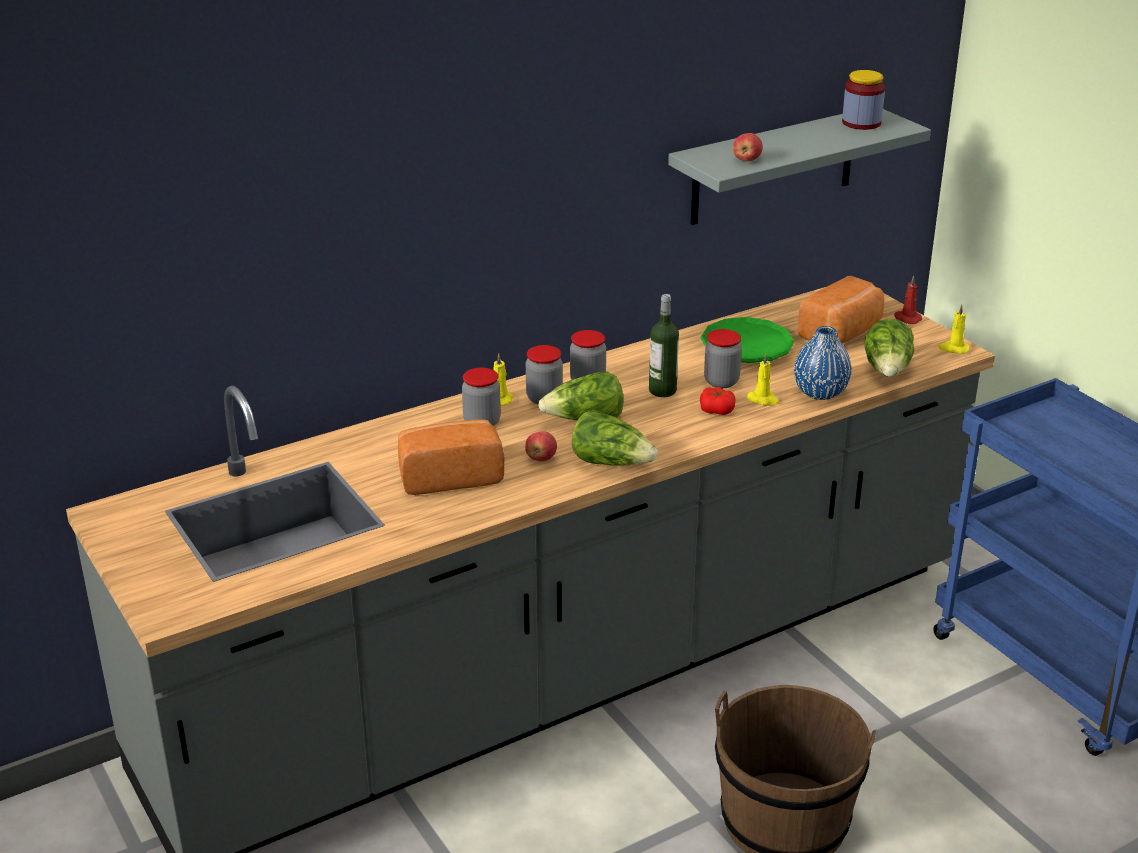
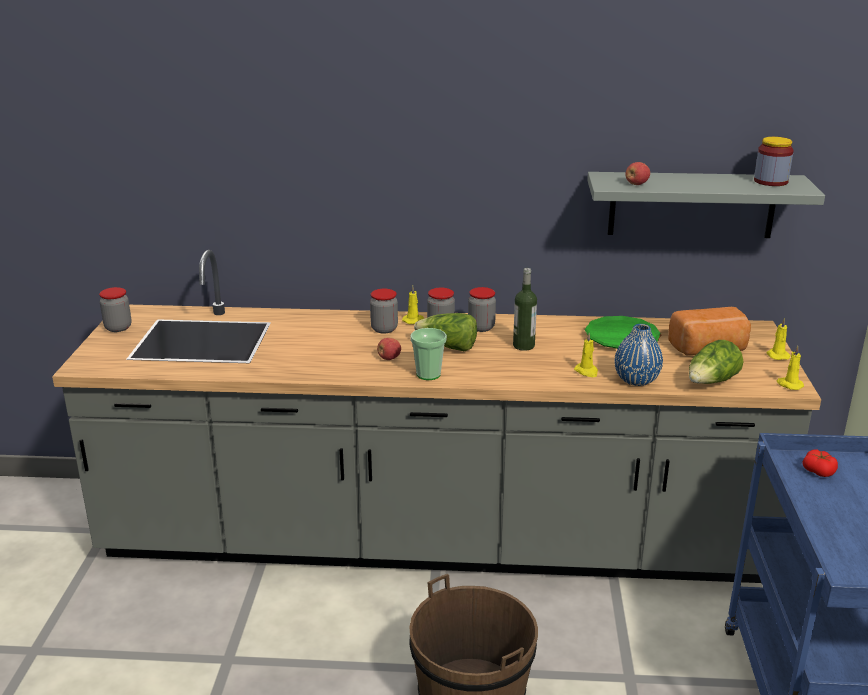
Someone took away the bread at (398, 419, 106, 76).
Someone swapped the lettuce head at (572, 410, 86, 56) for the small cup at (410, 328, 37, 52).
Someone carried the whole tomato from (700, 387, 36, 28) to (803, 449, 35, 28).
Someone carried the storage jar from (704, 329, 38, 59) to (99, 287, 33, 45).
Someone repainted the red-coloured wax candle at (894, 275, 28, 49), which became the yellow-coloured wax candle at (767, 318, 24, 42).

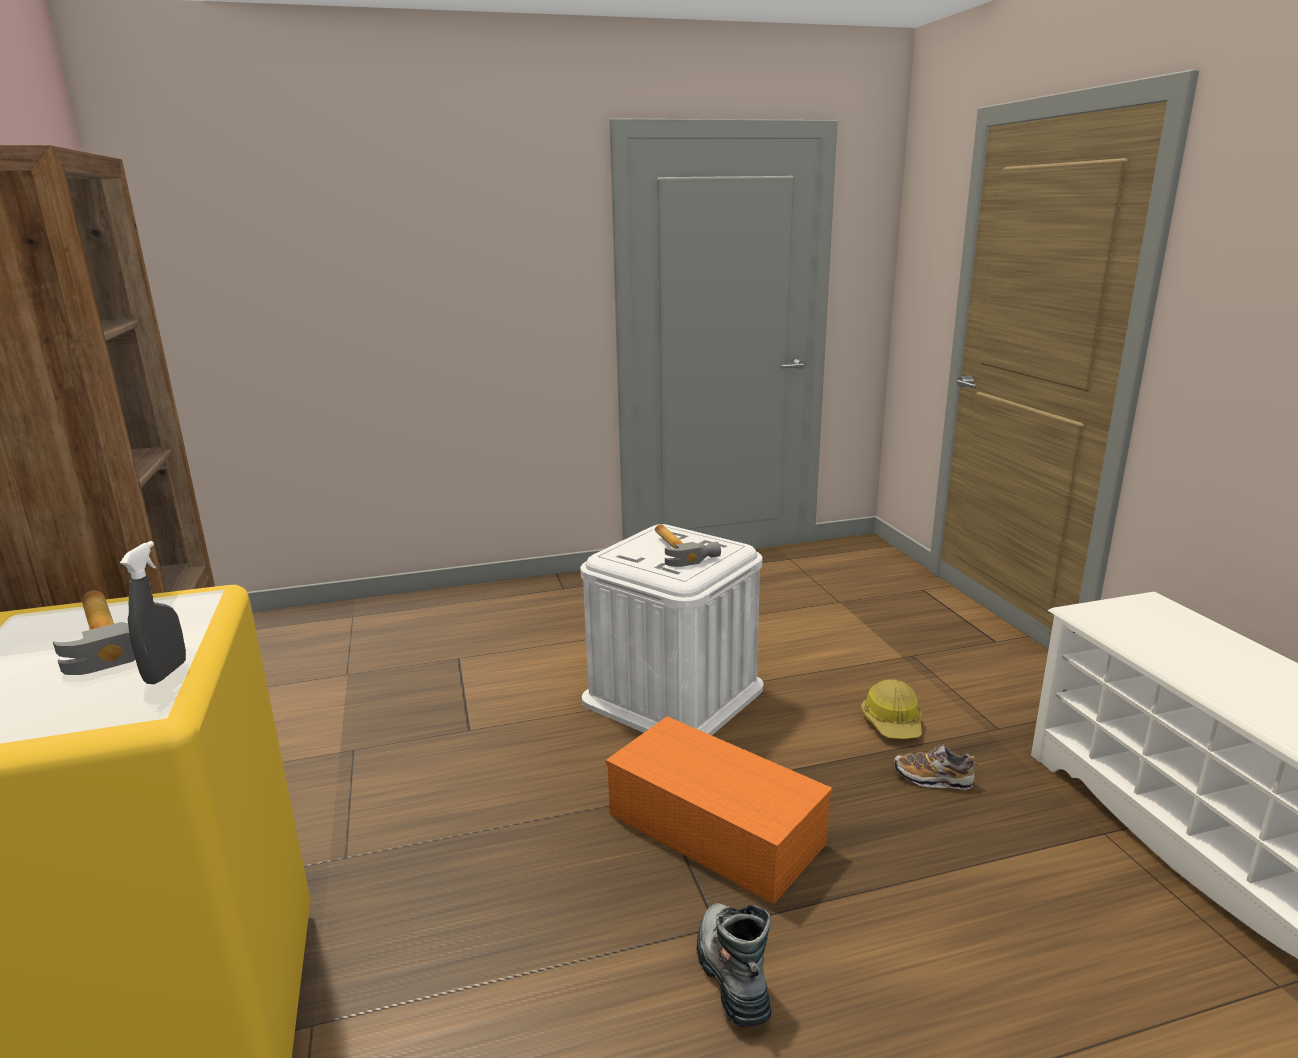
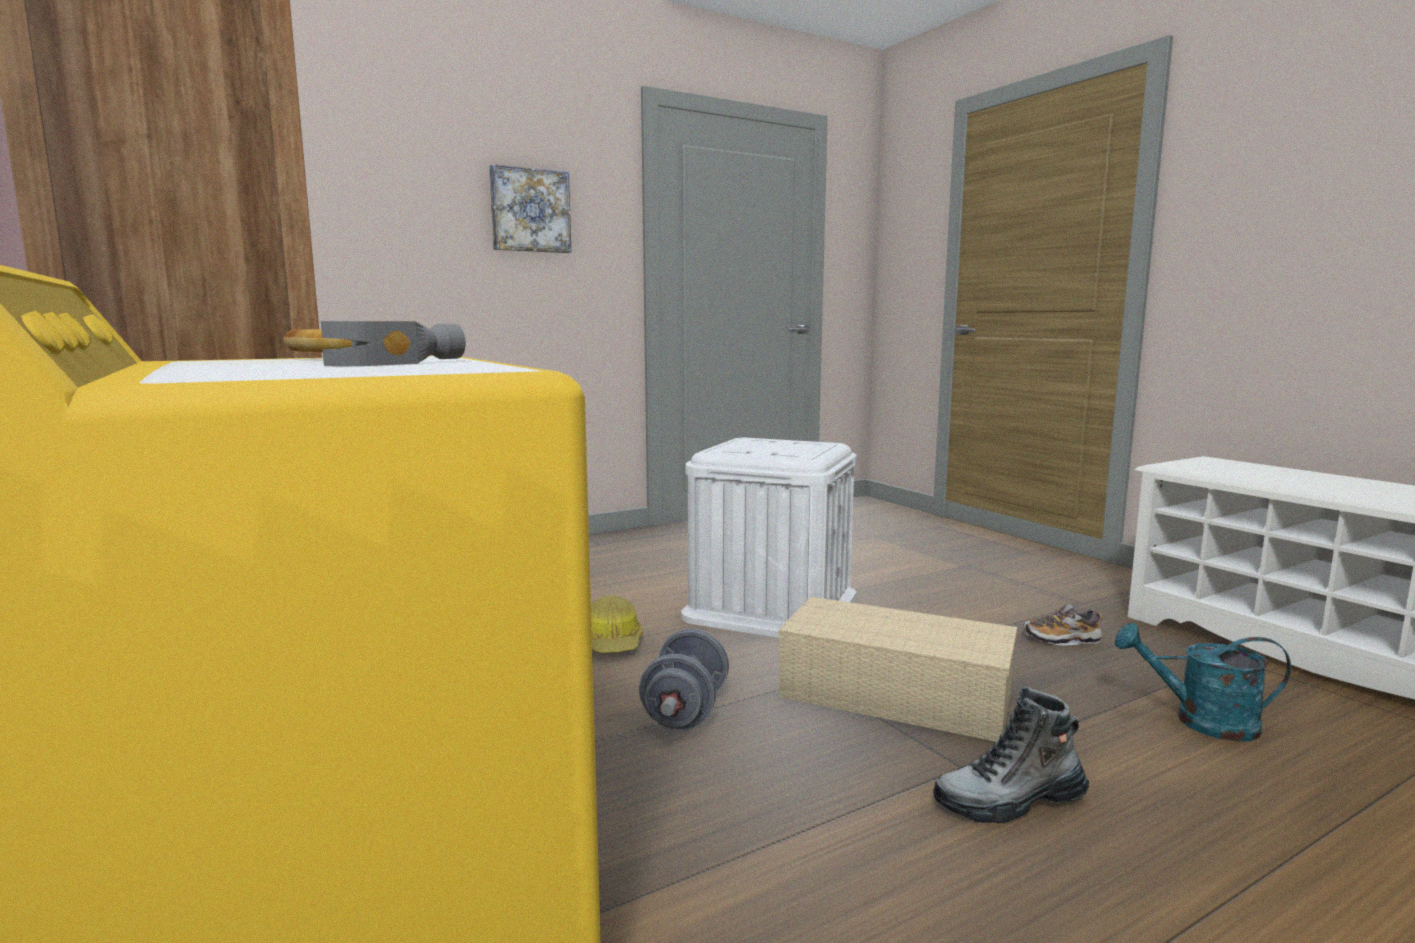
Someone took away the greyish sprayer at (120, 541, 66, 143).
Someone repainted the orangey storage bin at (606, 716, 226, 188), which became the sand-coloured storage bin at (778, 597, 239, 145).
Someone took away the hand hammer at (655, 524, 66, 43).
Someone rotated the tall boot at (697, 903, 74, 124) by 75 degrees counterclockwise.
Someone carried the work helmet from (861, 679, 61, 60) to (591, 595, 51, 58).
Someone put up the picture at (489, 164, 82, 89).
Someone put down the greyish free weight at (639, 629, 90, 101).
Someone put down the blue-green watering can at (1115, 623, 176, 119).

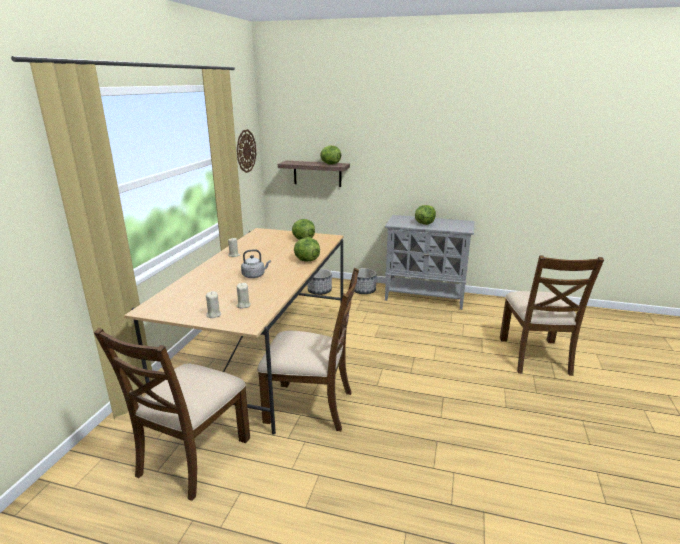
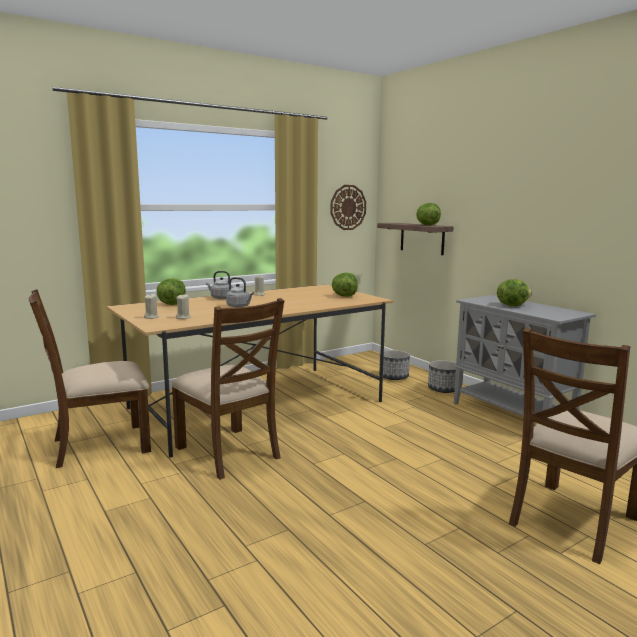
Someone carried the lettuce head from (294, 237, 26, 25) to (156, 278, 30, 27).
Someone put down the greyish kettle at (206, 271, 27, 28).

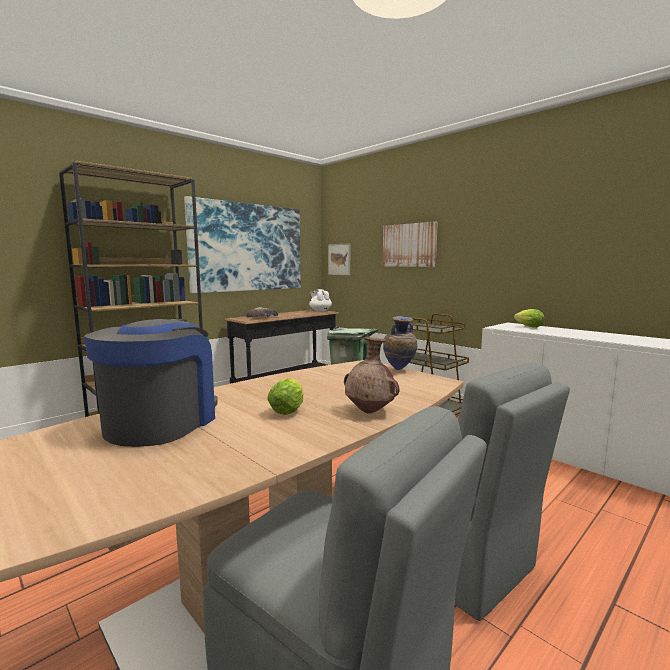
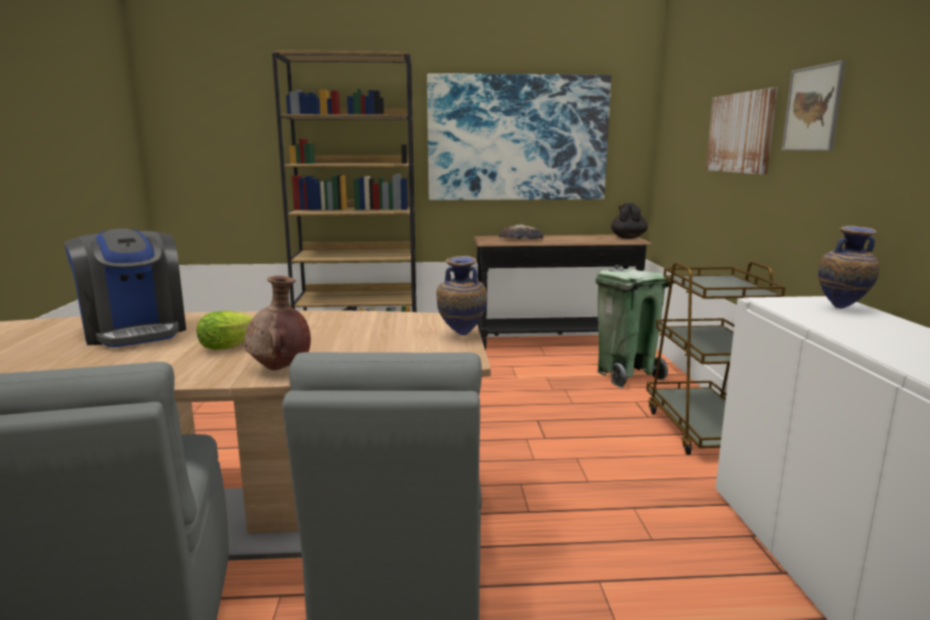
Someone rotated the coffee machine at (84, 319, 134, 128) by 90 degrees clockwise.
Someone repainted the whitish tea pot at (309, 289, 23, 23), which became the black tea pot at (611, 203, 37, 36).
Someone carried the picture from (328, 243, 22, 32) to (782, 60, 64, 91).
Someone swapped the lettuce head at (514, 309, 31, 19) for the vase at (818, 226, 62, 83).

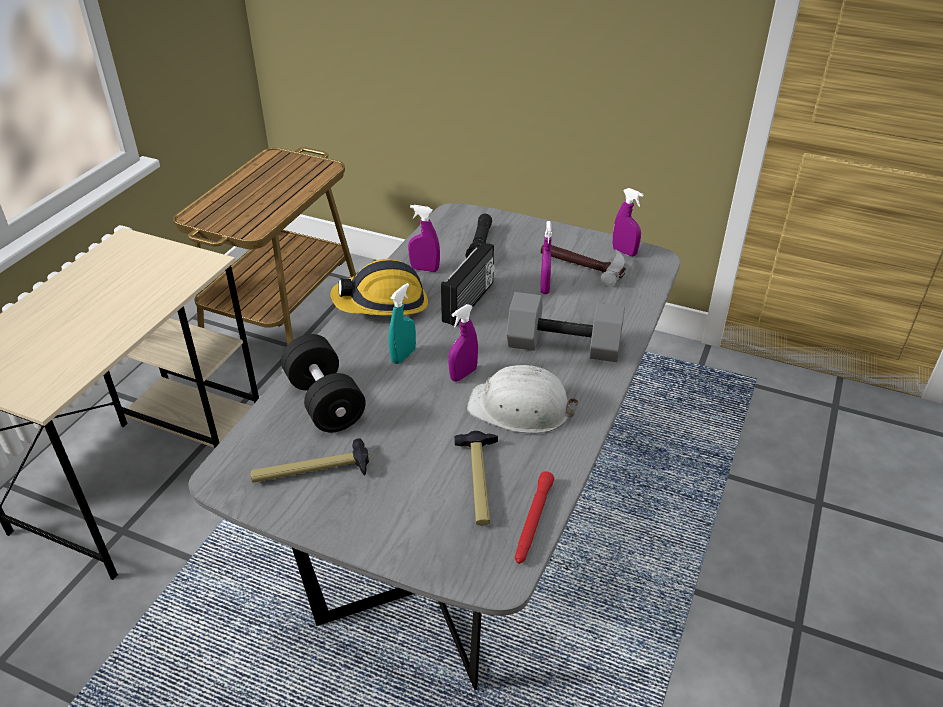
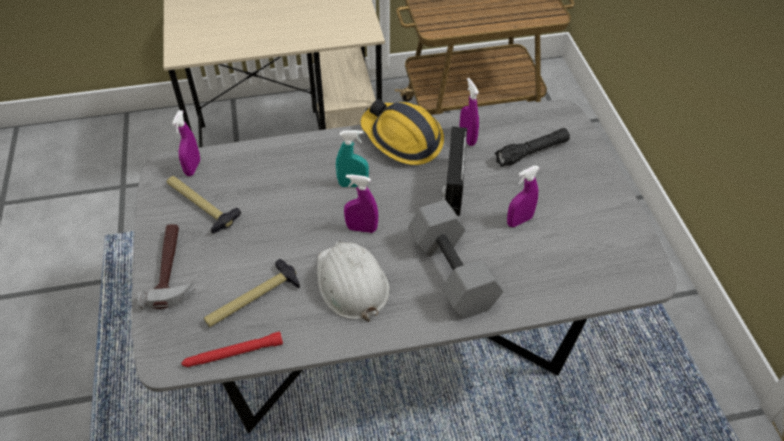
Someone took away the black free weight at (281, 334, 85, 98).
Someone rotated the radio set at (441, 241, 54, 86) by 105 degrees clockwise.
Someone carried the hand hammer from (540, 244, 86, 43) to (138, 224, 58, 85).
Someone carried the purple sprayer from (613, 188, 31, 68) to (172, 110, 28, 66).

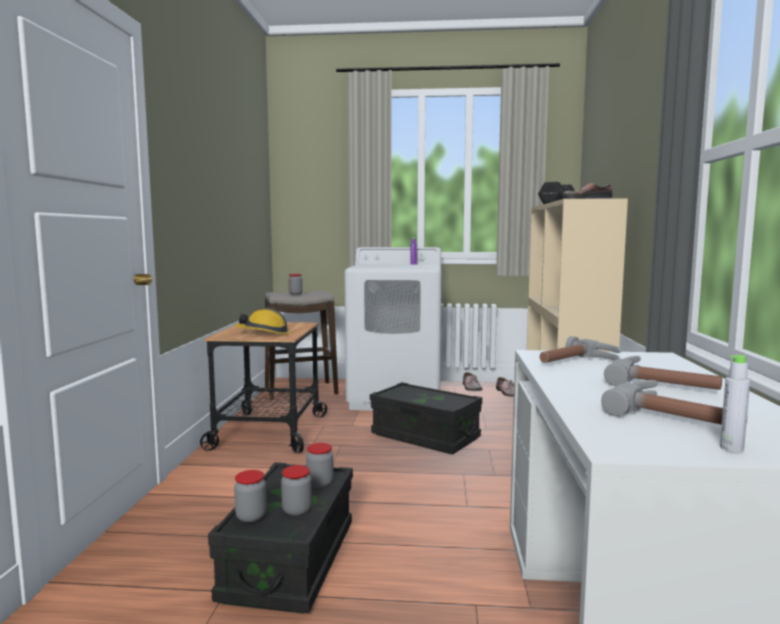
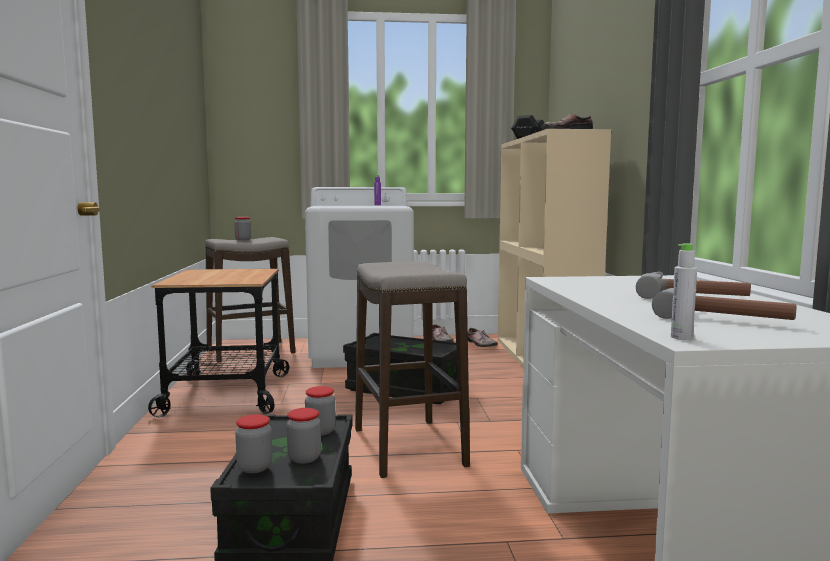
Someone took away the work helmet at (234, 308, 56, 27).
Someone took away the hand hammer at (540, 336, 81, 27).
Someone carried the greyish beverage bottle from (720, 355, 30, 97) to (671, 243, 26, 97).
Someone put down the sitting stool at (355, 261, 115, 217).

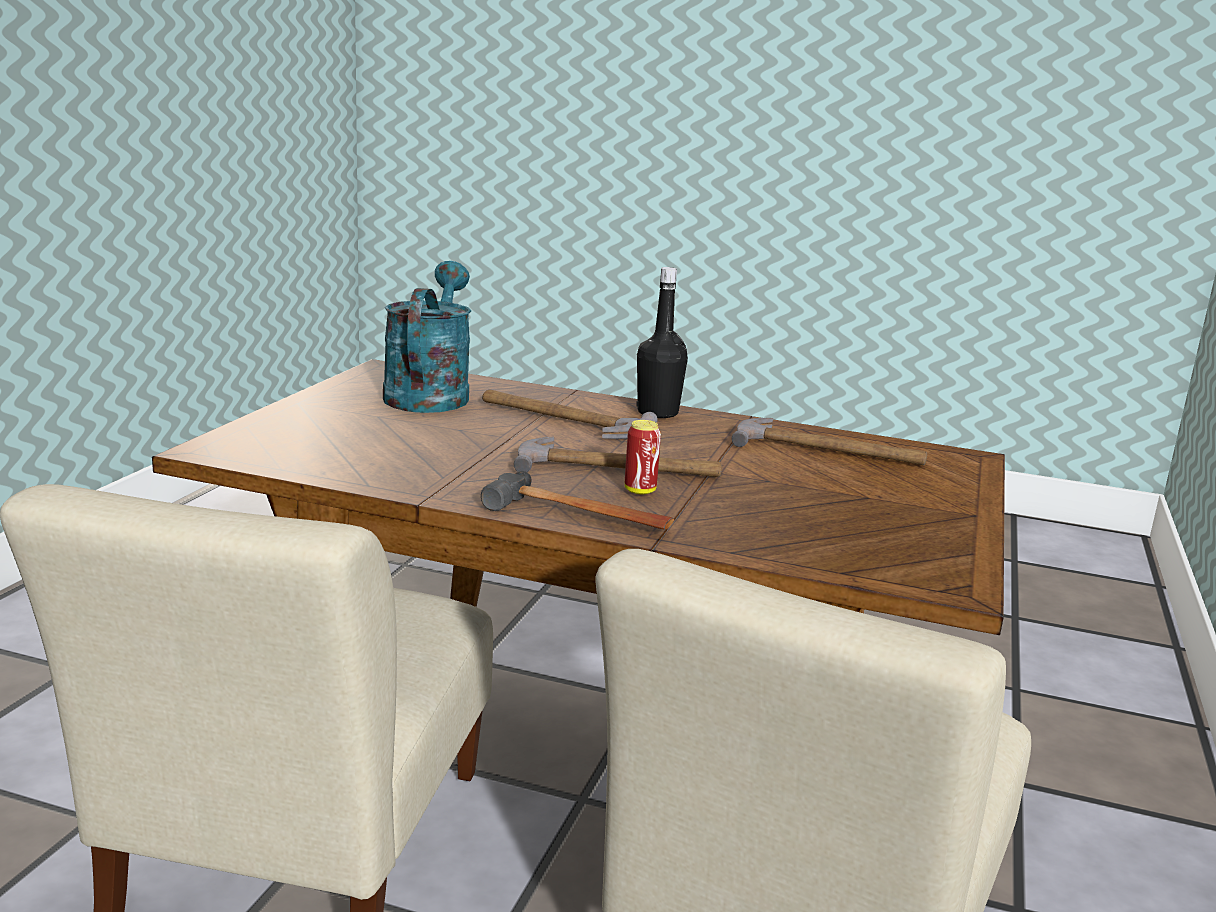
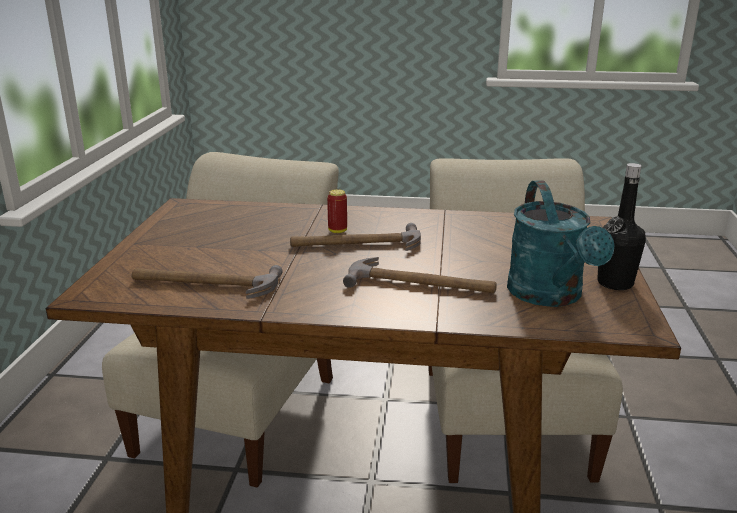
Someone took away the hand hammer at (481, 471, 193, 59).
Someone carried the black beverage bottle from (637, 267, 51, 151) to (597, 163, 49, 127).

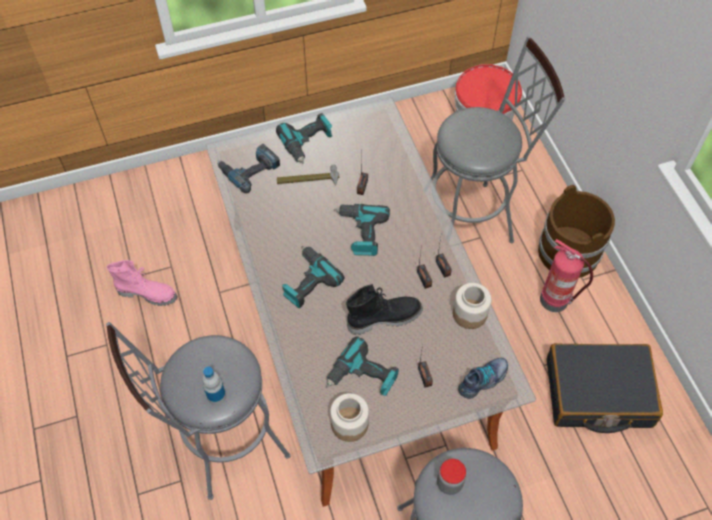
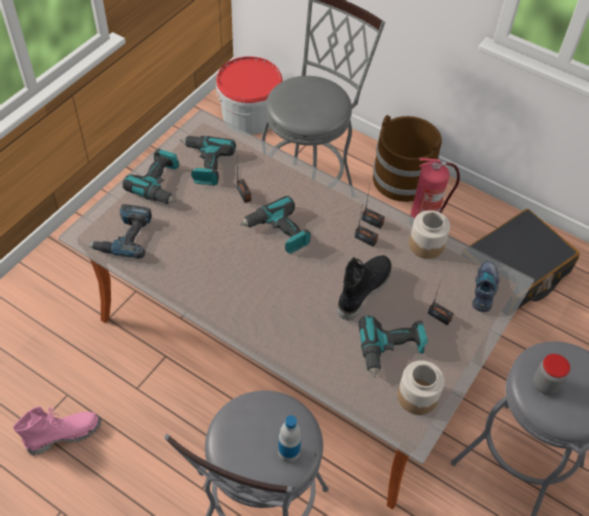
Someone took away the hand hammer at (277, 164, 62, 21).
Someone carried the power drill from (282, 246, 62, 62) to (180, 136, 56, 50).

